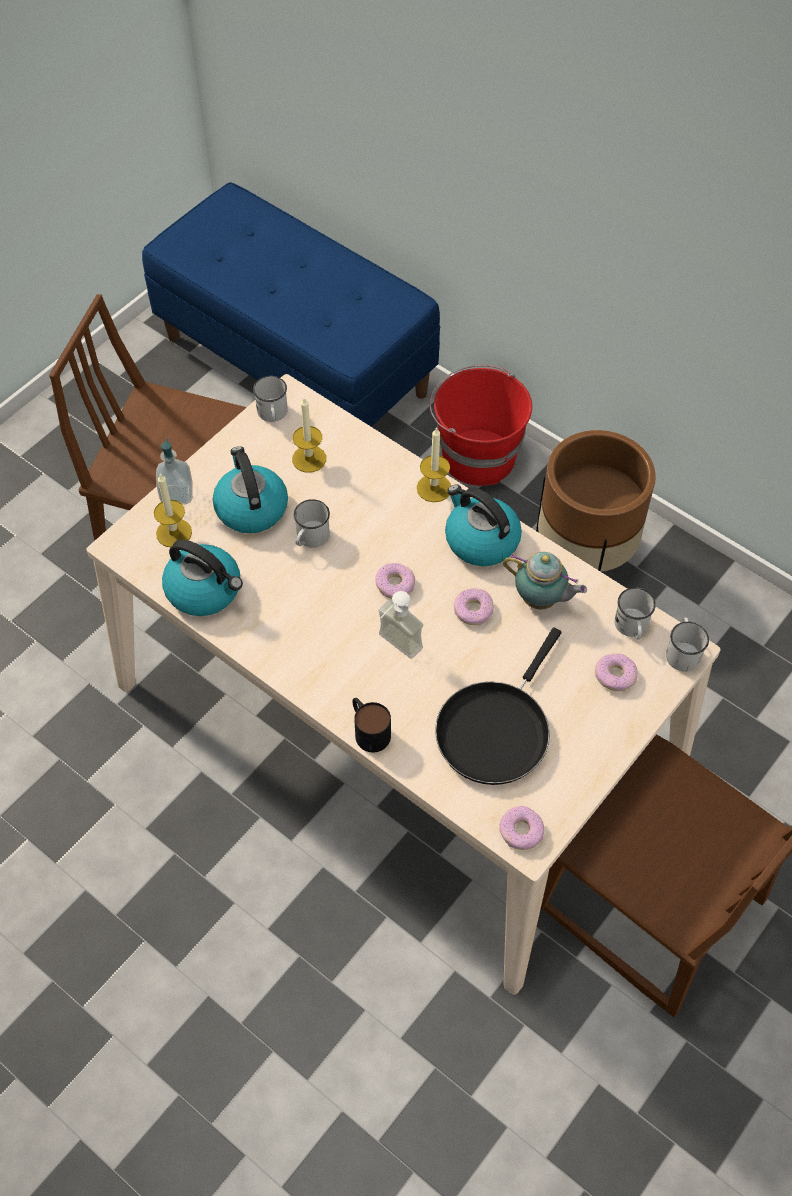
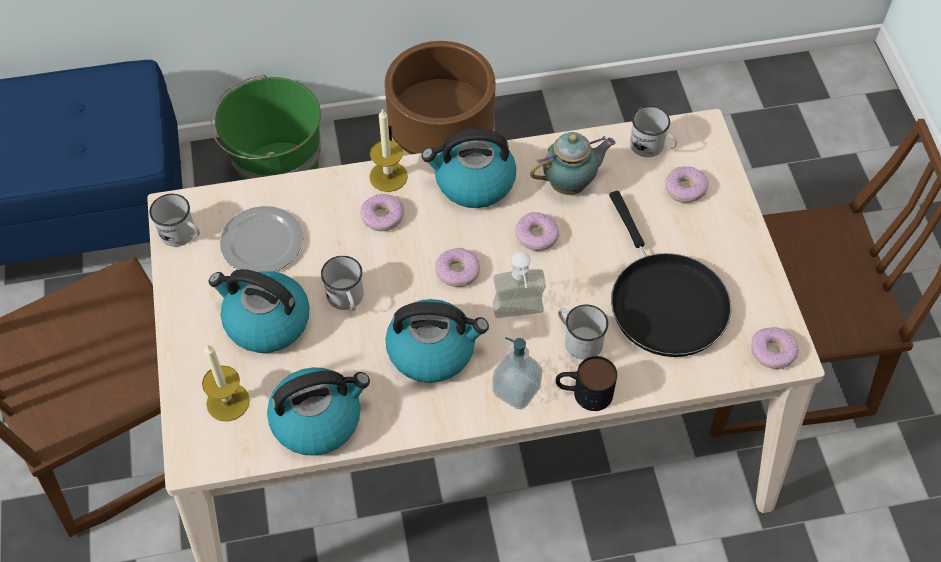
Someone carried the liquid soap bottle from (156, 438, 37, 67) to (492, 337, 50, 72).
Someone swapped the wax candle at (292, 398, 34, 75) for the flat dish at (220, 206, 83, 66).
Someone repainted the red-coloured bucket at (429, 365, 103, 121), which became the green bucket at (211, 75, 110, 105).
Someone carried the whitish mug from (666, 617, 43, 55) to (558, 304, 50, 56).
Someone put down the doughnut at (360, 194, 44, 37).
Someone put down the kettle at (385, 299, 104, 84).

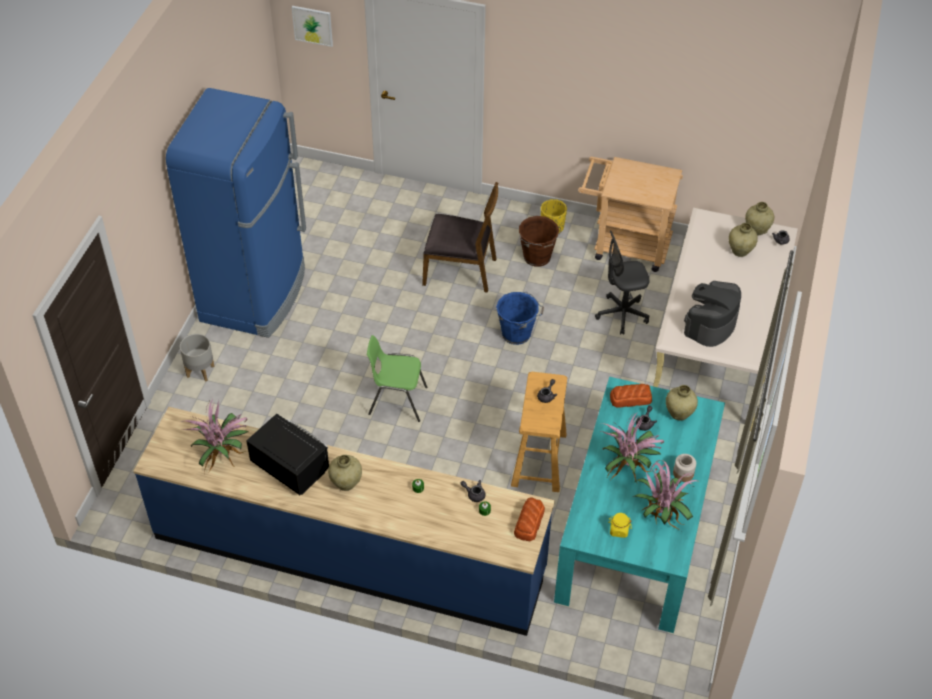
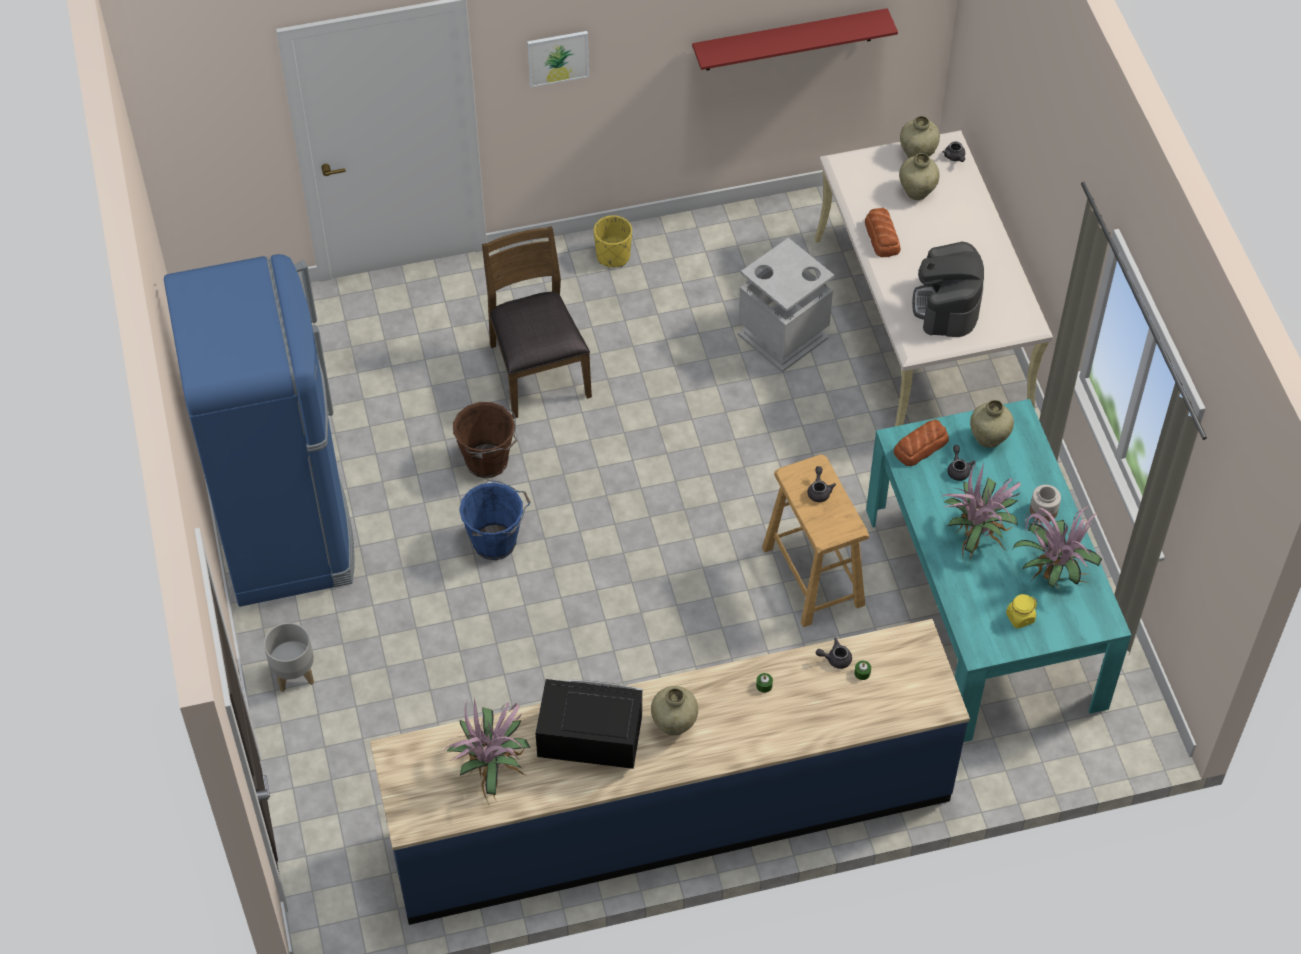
Someone carried the picture from (292, 6, 41, 41) to (527, 31, 62, 56).
Someone took away the green plain chair at (367, 335, 60, 87).
Someone rotated the brown plain chair at (422, 182, 76, 111) by 90 degrees counterclockwise.
Someone carried the blue-coloured bucket from (496, 292, 48, 53) to (459, 480, 71, 80).
Someone carried the bread from (514, 497, 31, 44) to (865, 208, 36, 49).
Someone carried the brown bucket from (519, 216, 42, 51) to (453, 402, 64, 76).
Someone took away the sand-coloured trolley at (578, 157, 105, 115).
Someone swapped the greyish desk chair at (595, 231, 55, 104) for the greyish waste bin at (738, 238, 96, 134).
Someone put up the red-coloured wall shelf at (692, 8, 206, 62).

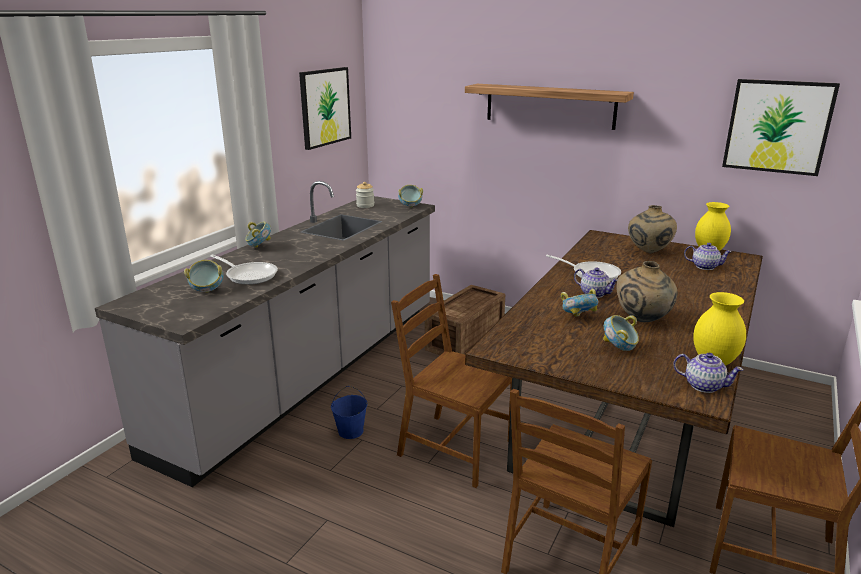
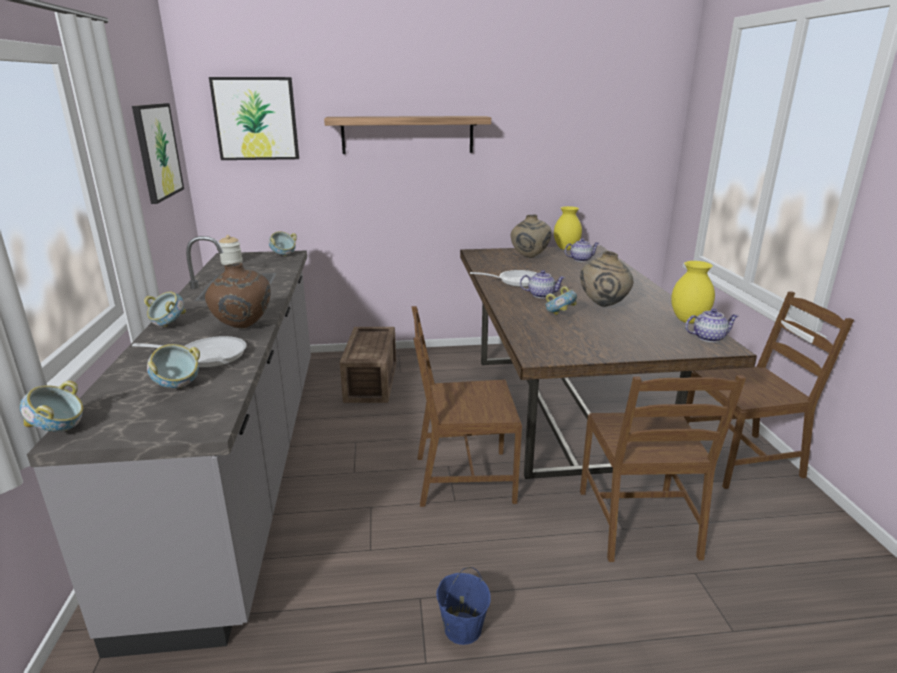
Someone carried the blue-coloured bucket from (331, 386, 36, 53) to (436, 567, 55, 78).
Someone carried the serving bowl from (603, 315, 36, 36) to (20, 381, 63, 51).
Someone carried the picture from (722, 79, 118, 97) to (209, 77, 90, 83).
Someone put down the brown vase at (205, 263, 66, 65).

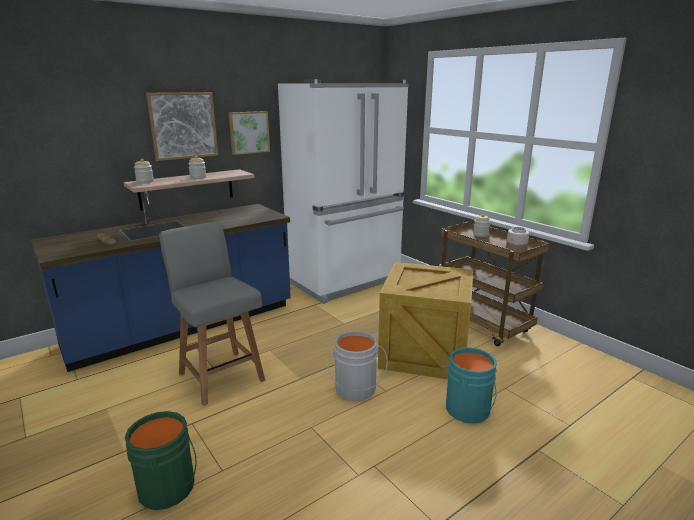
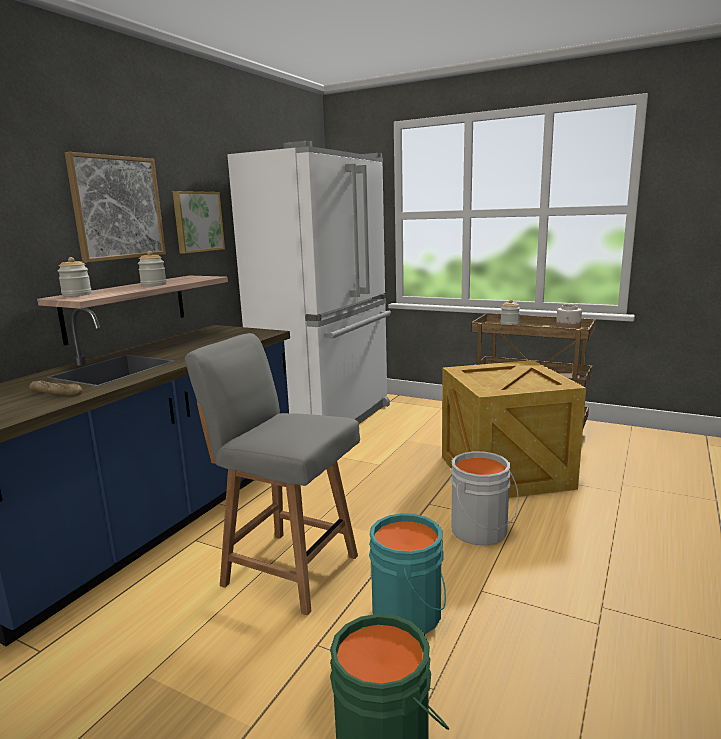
Someone carried the blue-green bucket from (446, 347, 51, 77) to (369, 513, 77, 121).

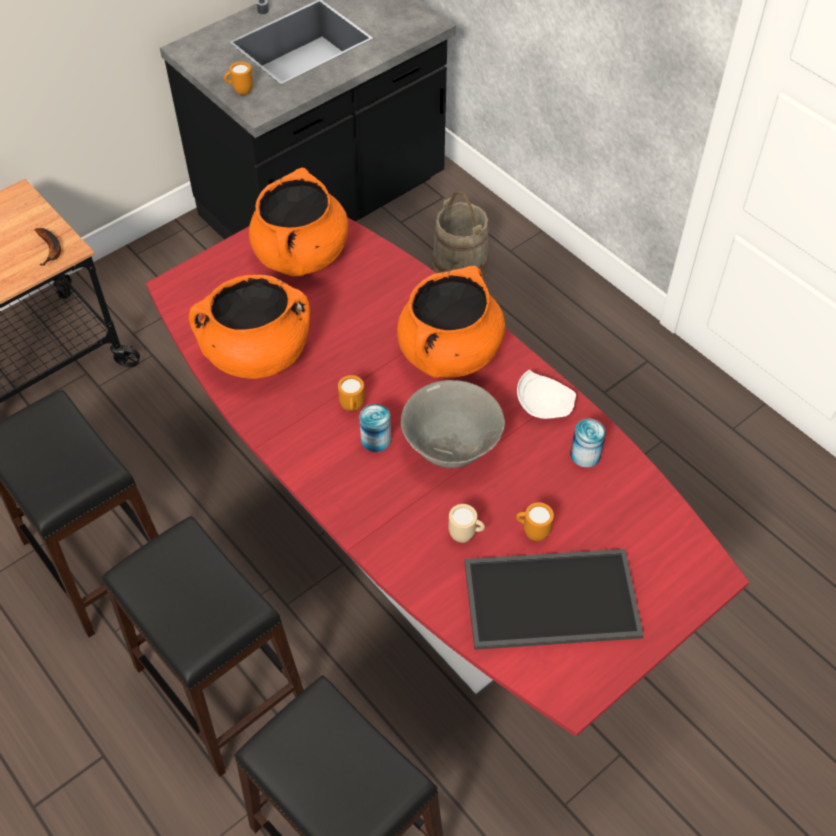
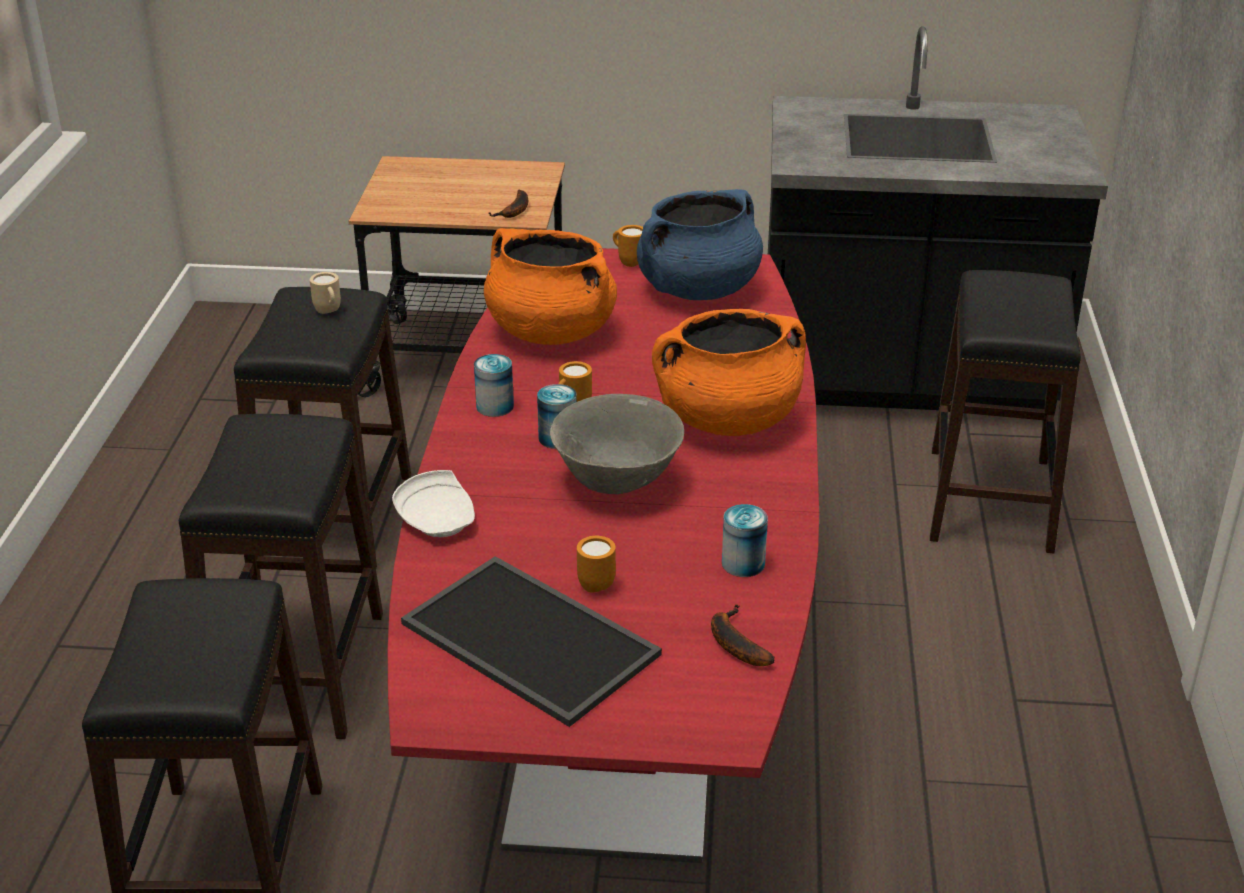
Someone carried the orangey mug from (224, 62, 29, 33) to (613, 225, 30, 42).
Someone repainted the orangey cooking pot at (249, 168, 99, 108), which became the blue-coloured cooking pot at (637, 189, 126, 111).
Someone swapped the sand-coloured bucket at (432, 191, 57, 85) for the black sitting stool at (930, 270, 151, 284).
Someone carried the sand-coloured mug from (448, 504, 37, 39) to (310, 272, 31, 42).
Someone carried the whitish flat dish from (517, 370, 59, 49) to (392, 470, 83, 67).
Someone put down the can at (474, 354, 40, 63).
Someone put down the banana at (711, 604, 64, 62).

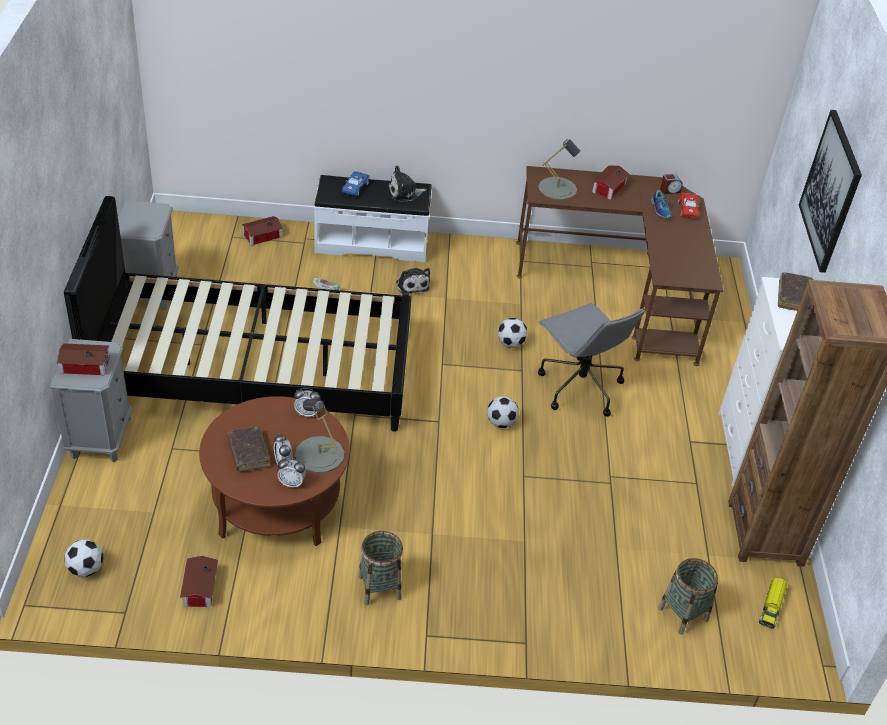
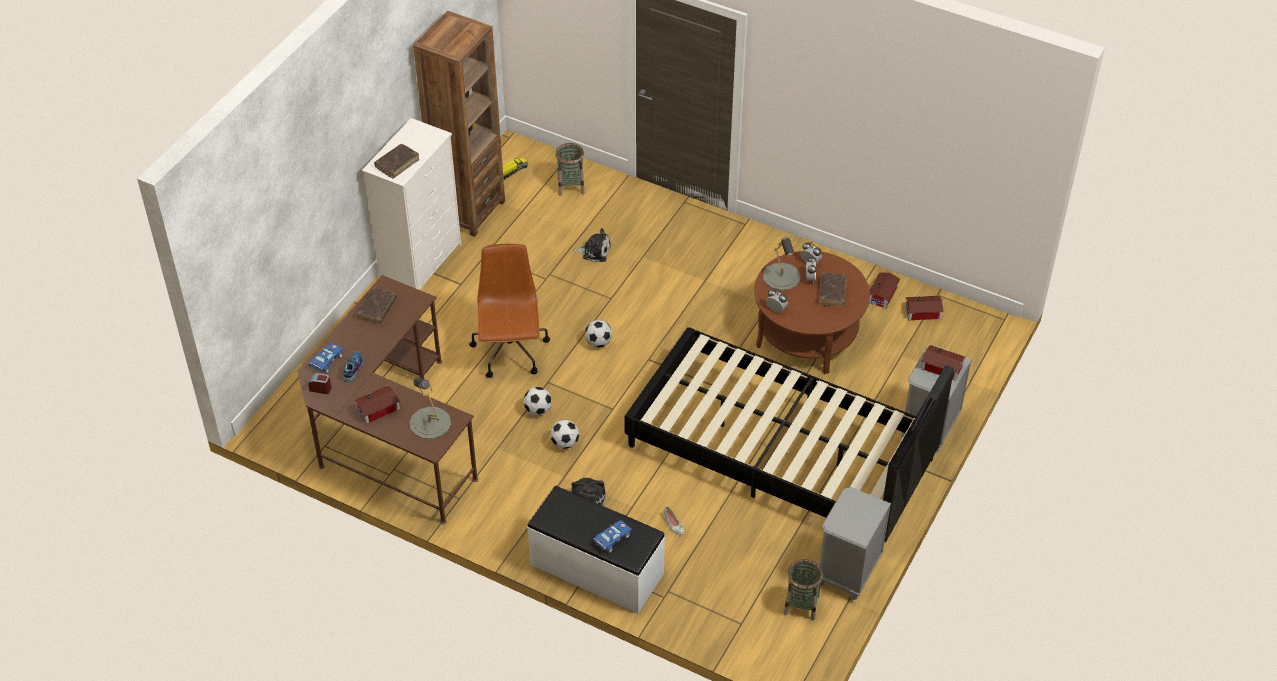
Someone carried the football ball from (65, 539, 38, 38) to (550, 420, 29, 29).
Someone carried the toy house from (242, 216, 41, 29) to (905, 296, 39, 25).
Someone carried the household basket from (358, 531, 45, 74) to (784, 559, 39, 61).
Someone carried the cuddly toy from (388, 165, 39, 37) to (573, 228, 38, 34).
Someone repainted the greyish desk chair at (538, 303, 107, 114), which became the brown desk chair at (469, 244, 81, 134).
Someone repainted the red-coloured miniature car at (678, 193, 21, 25), which became the blue-coloured miniature car at (309, 343, 34, 30).
Someone took away the picture at (799, 110, 63, 163).
Someone put down the brown book at (356, 287, 41, 37).

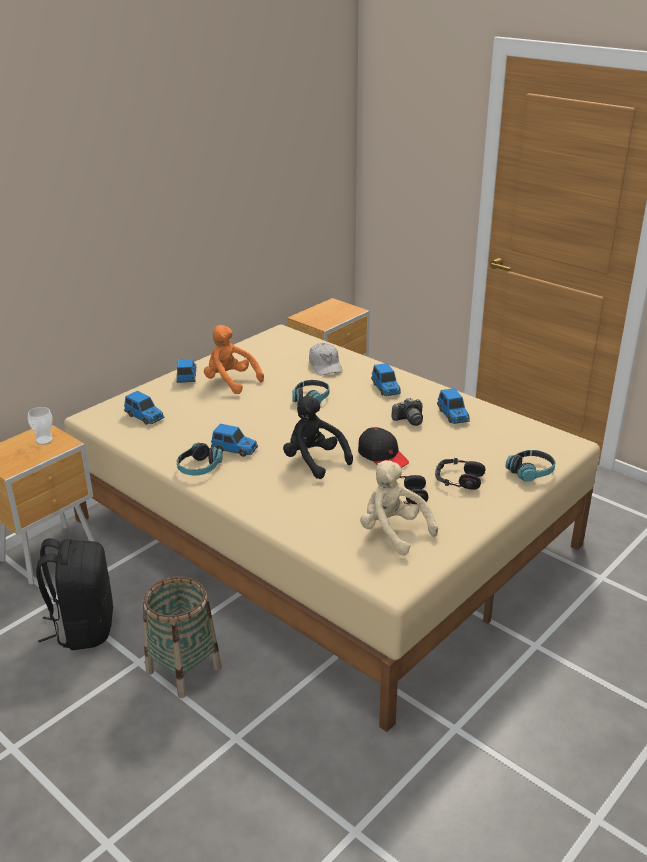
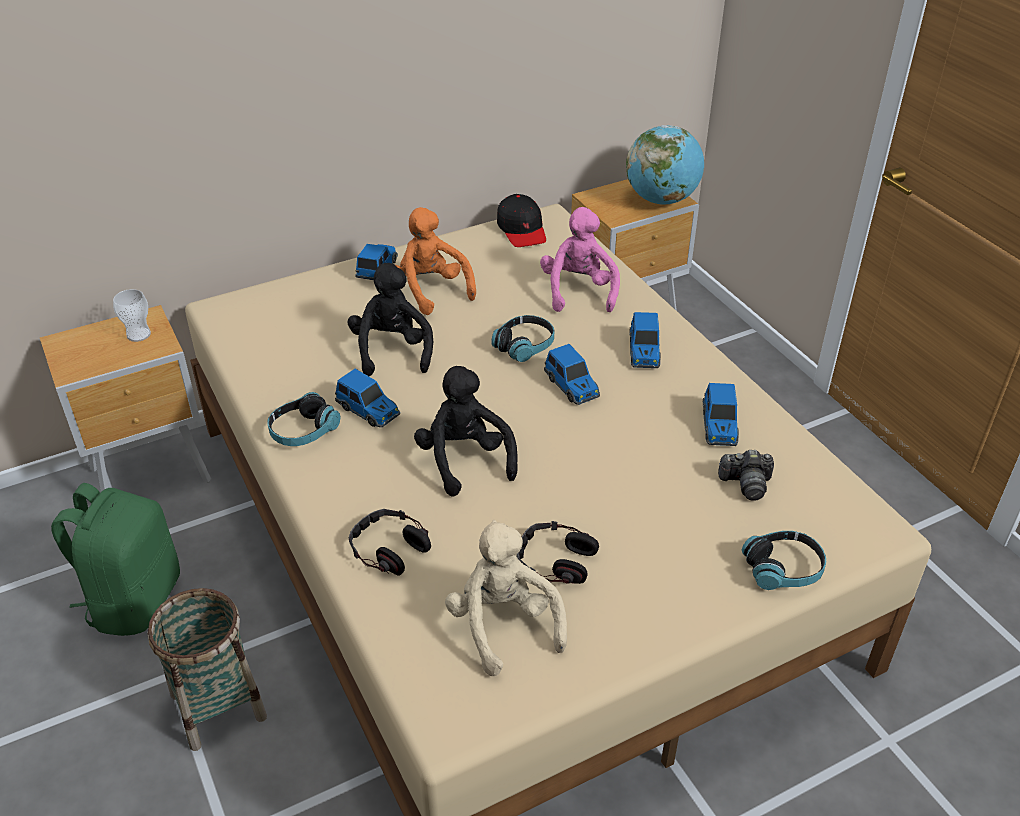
Someone repainted the black knapsack at (36, 538, 77, 112), which became the green knapsack at (51, 483, 129, 153).
Someone carried the miniature car from (124, 391, 41, 33) to (544, 344, 56, 61).
Someone swapped the whitish baseball cap at (309, 343, 33, 33) for the pinkish cuddly toy at (540, 207, 80, 105).
Someone carried the black baseball cap from (358, 427, 51, 41) to (497, 194, 49, 53).
Someone carried the still camera from (392, 398, 31, 28) to (718, 450, 56, 51).
Someone carried the headphones from (435, 458, 50, 32) to (348, 509, 83, 66).
Someone put down the black cuddly toy at (348, 263, 85, 113).
Someone put down the world globe at (626, 125, 78, 80).

